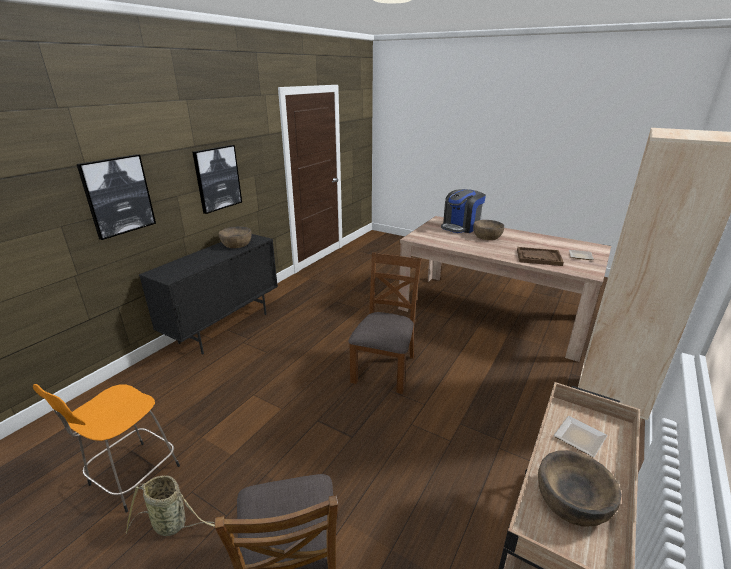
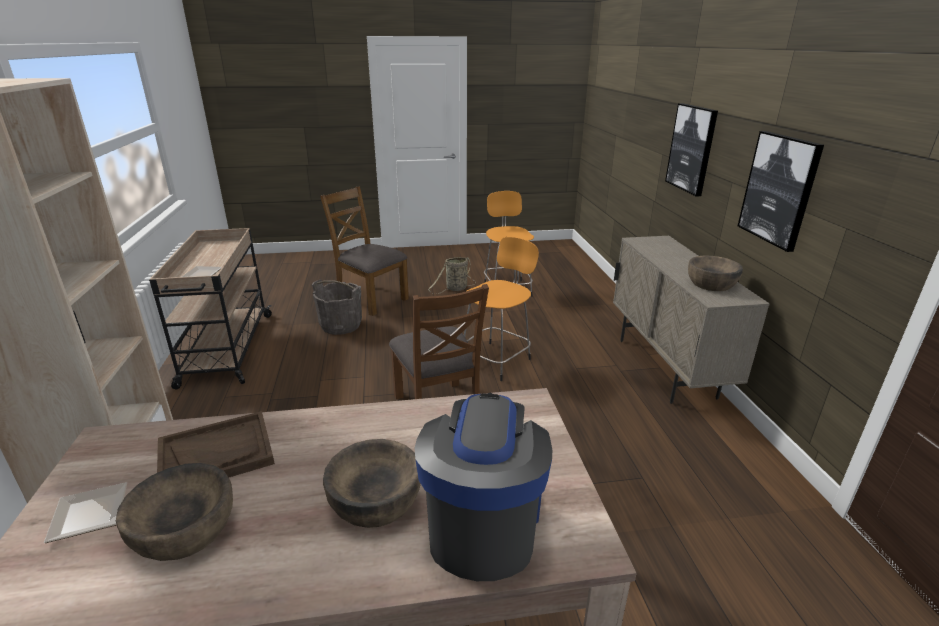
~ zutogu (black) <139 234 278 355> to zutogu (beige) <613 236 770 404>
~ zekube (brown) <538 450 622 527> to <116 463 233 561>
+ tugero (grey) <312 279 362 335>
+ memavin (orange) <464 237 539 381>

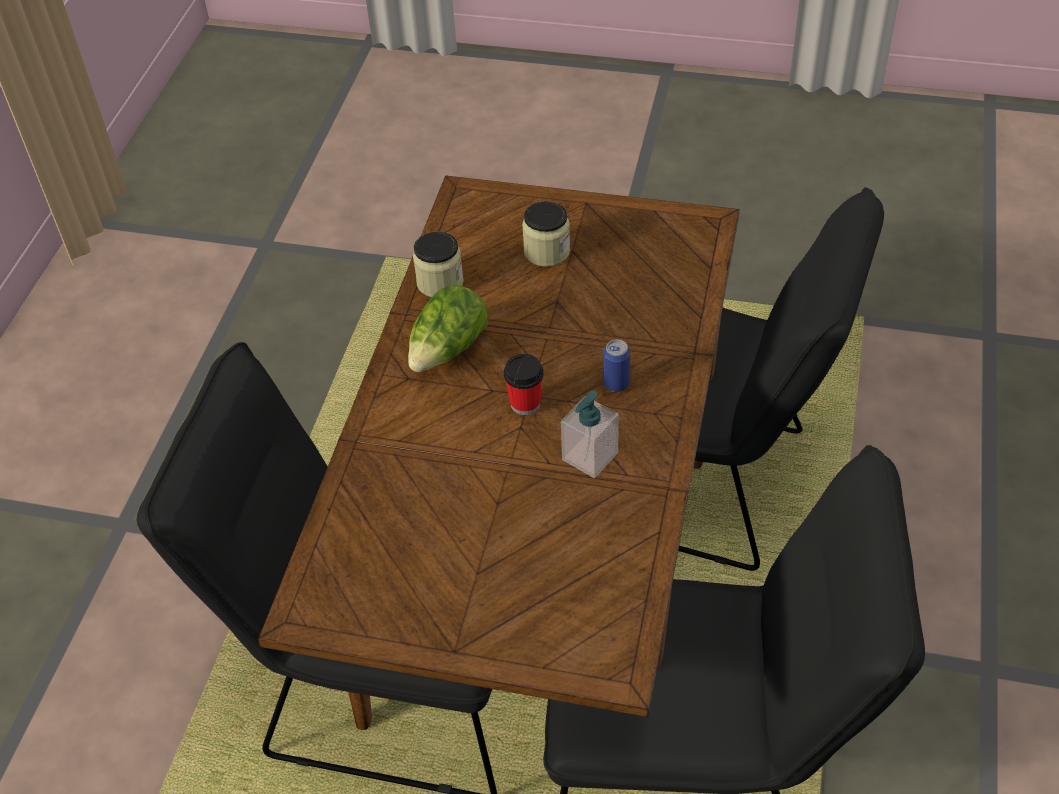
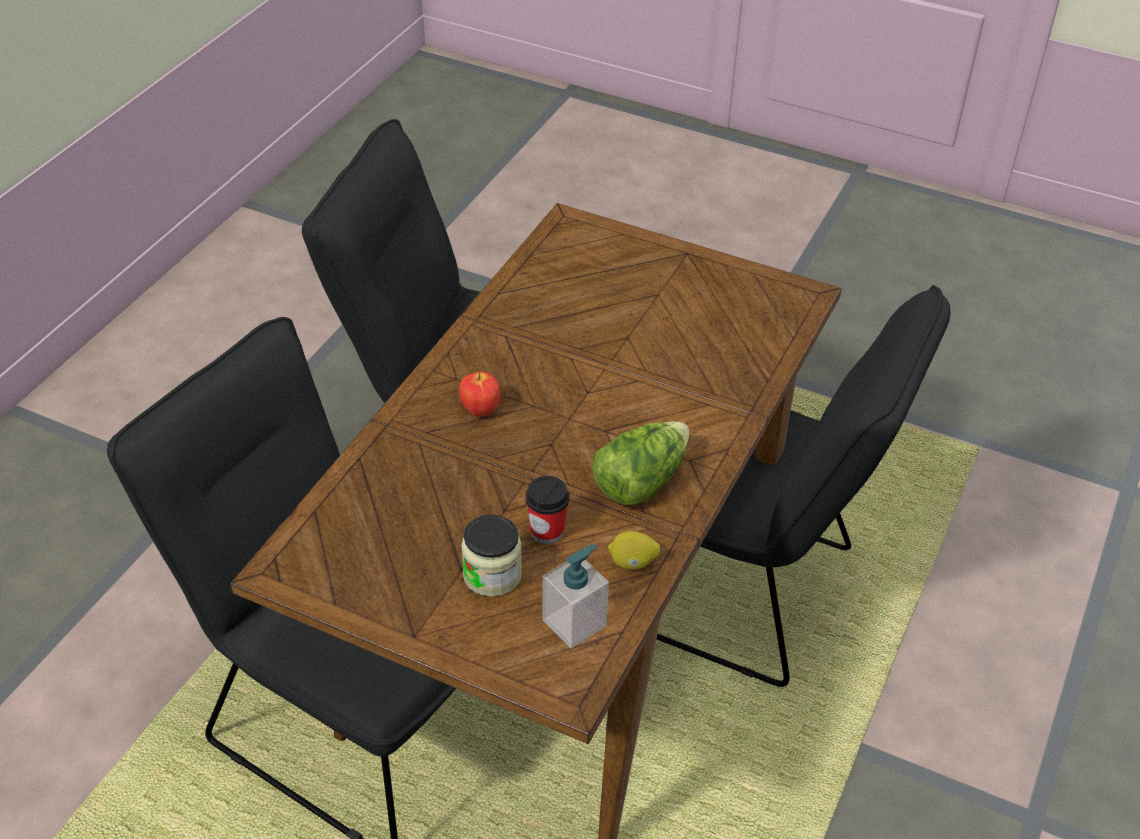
~ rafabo <413 232 464 297> to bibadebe <608 531 660 570>
~ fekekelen <504 354 544 415> to <525 476 569 544>
~ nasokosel <561 391 619 478> to <543 544 609 648>
~ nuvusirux <603 339 630 392> to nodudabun <459 372 501 417>

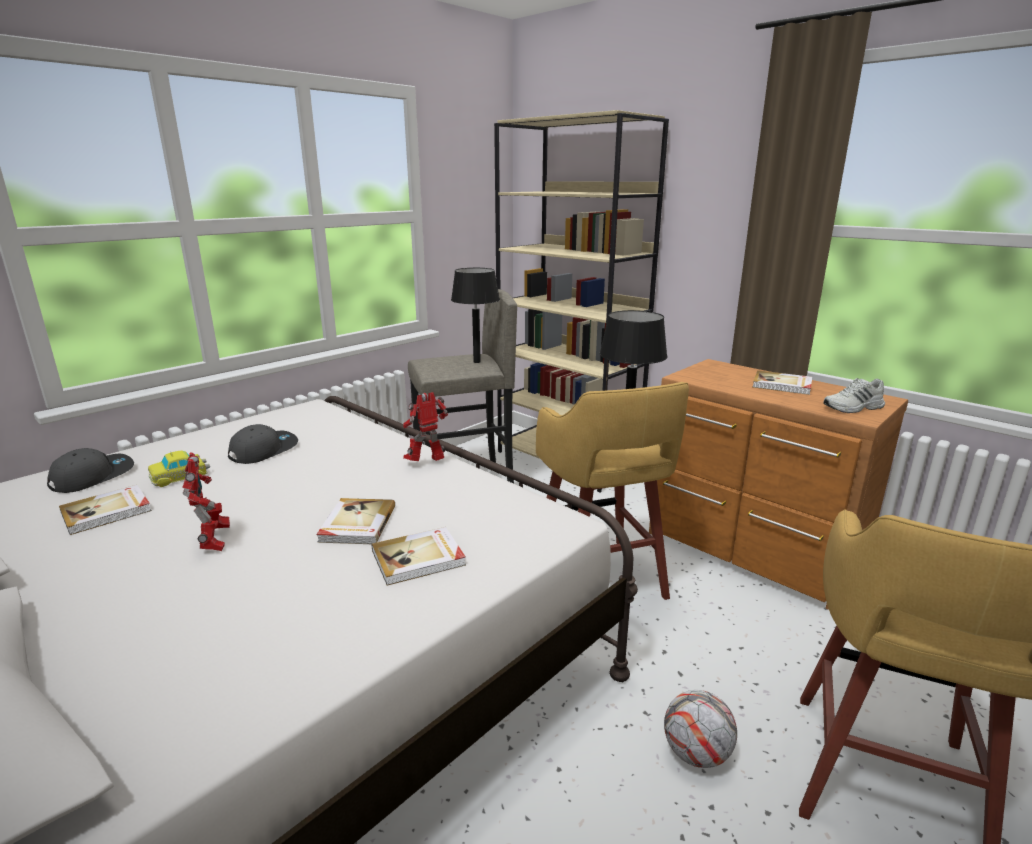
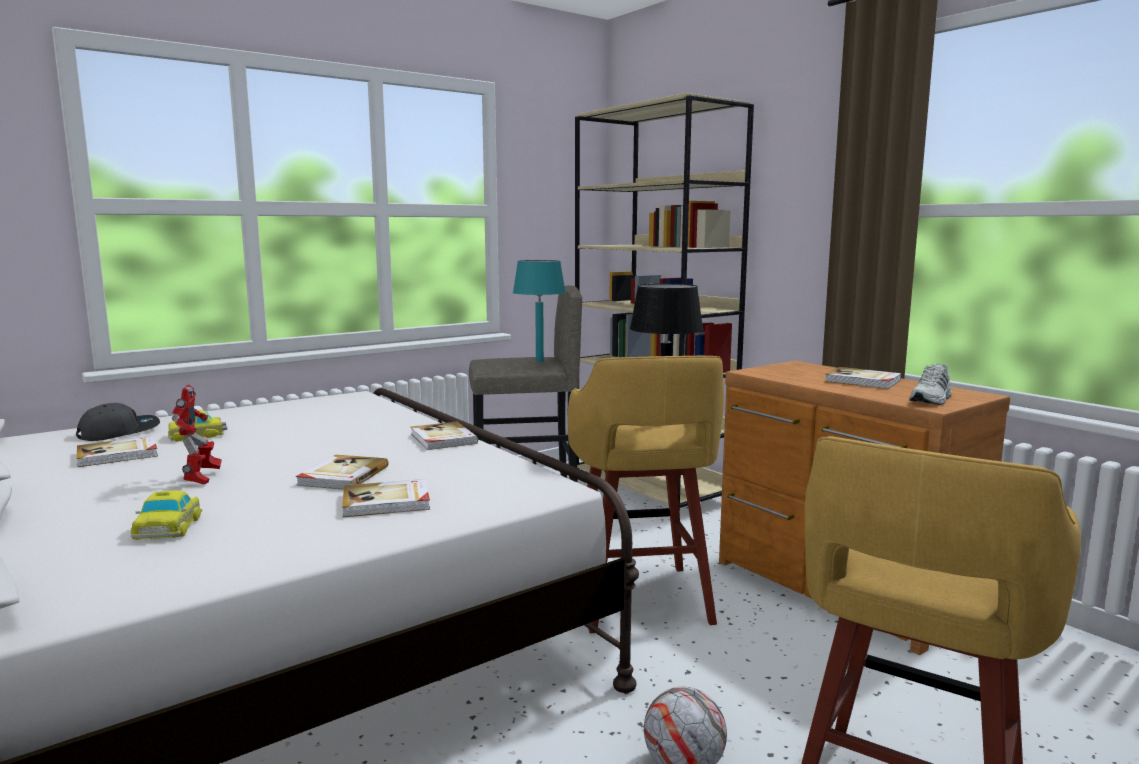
- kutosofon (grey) <228 424 298 464>
~ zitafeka <403 392 448 461> to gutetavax <411 422 478 450>
~ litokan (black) <451 268 500 363> to litokan (turquoise) <513 260 566 362>
~ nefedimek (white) <823 378 885 413> = <909 363 952 405> 45 degrees counterclockwise
+ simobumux <131 490 202 540>

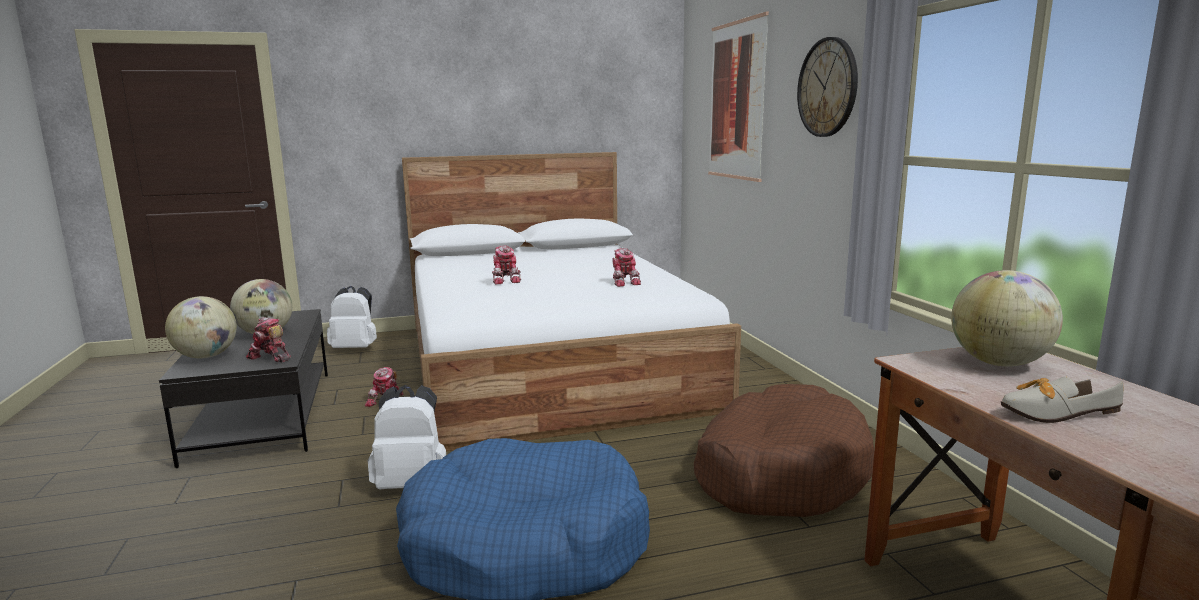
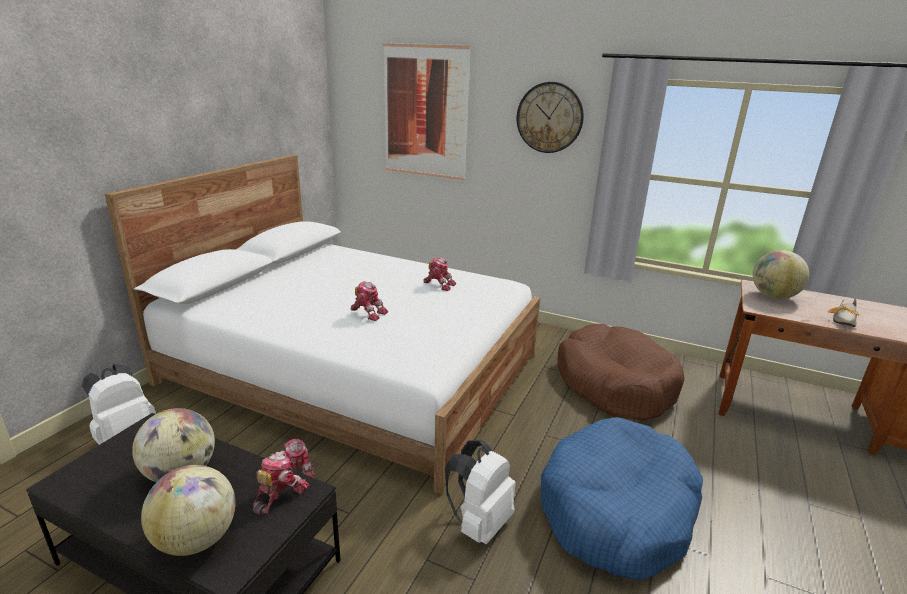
~ zitafeka <246 317 291 362> = <253 451 310 515> 135 degrees clockwise

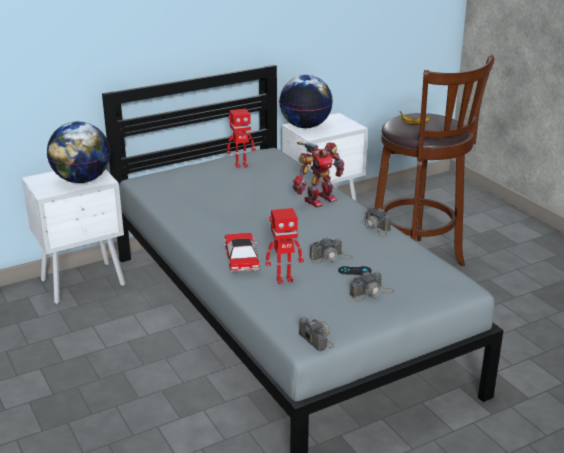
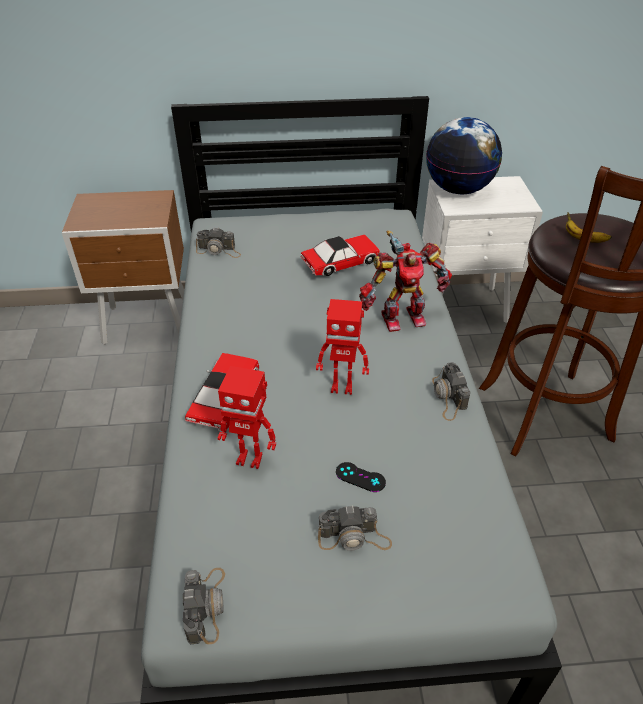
~ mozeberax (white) <22 169 125 304> to mozeberax (brown) <62 190 184 345>
- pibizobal <47 121 110 183>
~ zitafeka <227 109 256 168> to <316 299 369 395>
~ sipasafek <310 238 353 264> to <196 227 241 258>
+ simobumux <301 235 380 276>

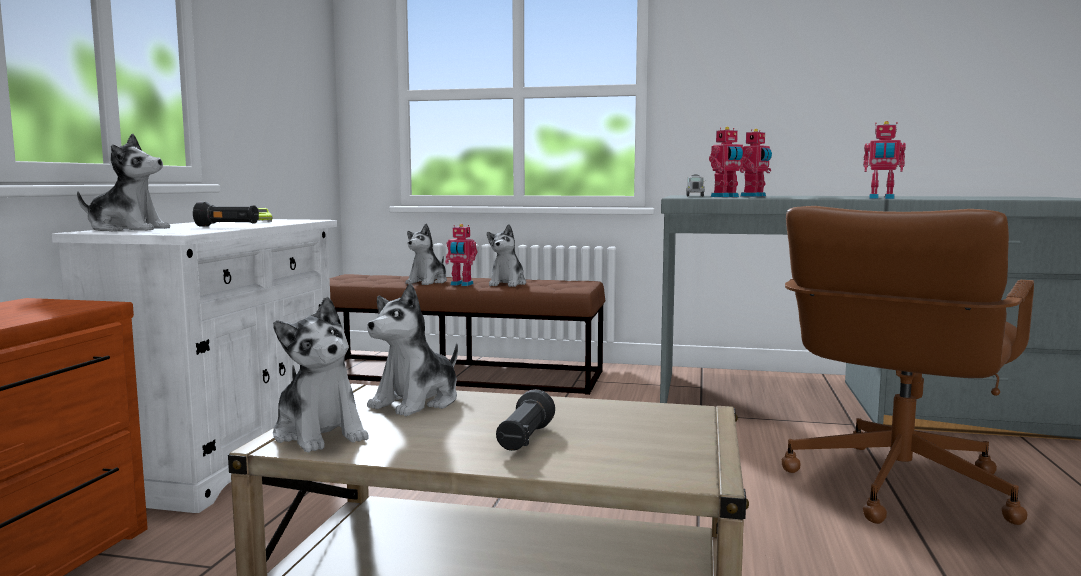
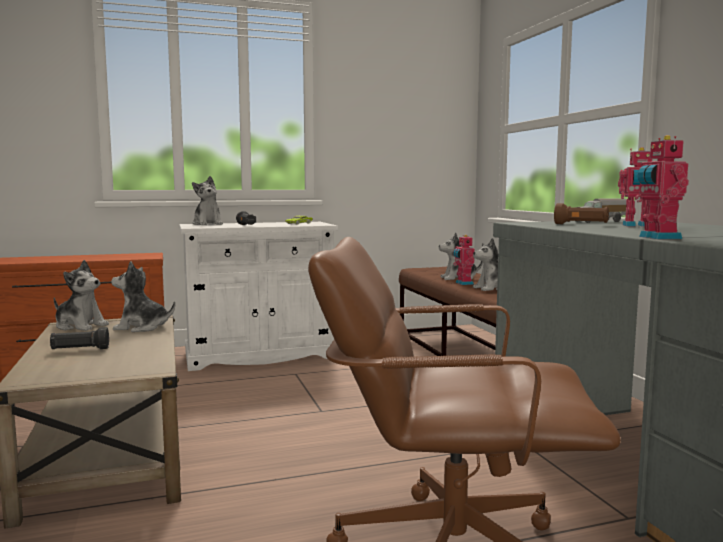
~ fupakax <273 297 369 453> = <54 260 109 331> 90 degrees counterclockwise
~ zitafeka <709 127 745 197> to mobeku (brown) <554 203 609 224>

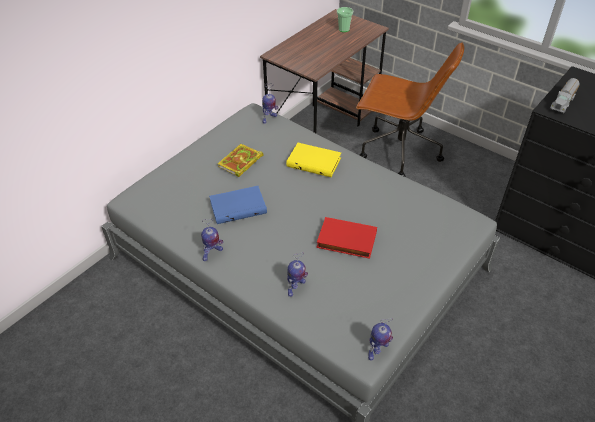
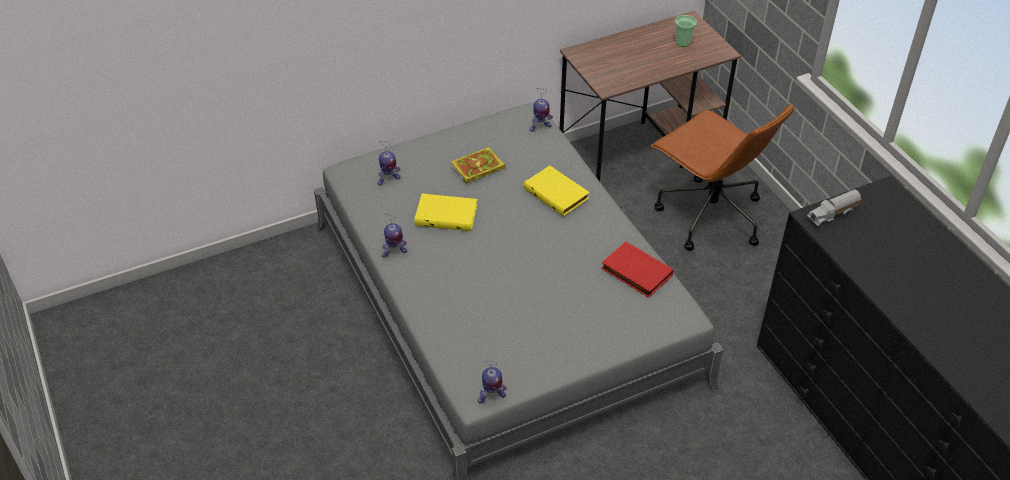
~ gutetavax (blue) <209 186 267 224> to gutetavax (yellow) <414 193 477 231>
~ zitafeka <287 252 308 297> to <377 141 400 185>
~ gutetavax (red) <316 217 377 259> to <601 241 673 298>

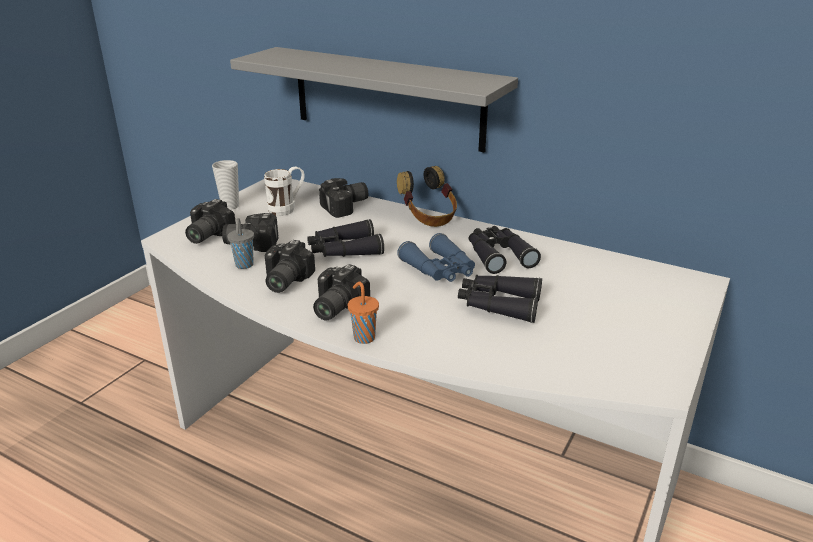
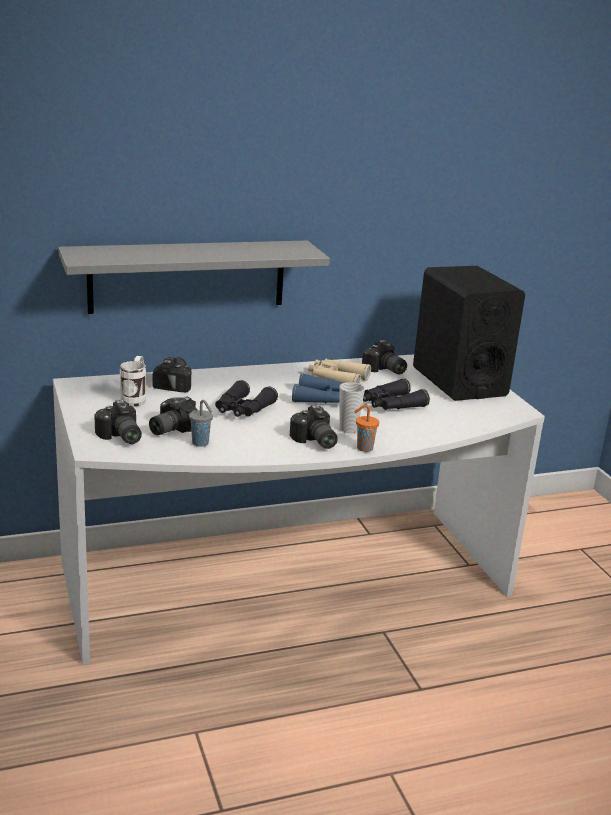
~ fekekelen <212 160 239 210> to <339 382 365 433>
~ sipasafek <265 240 315 293> to <362 340 407 374>
- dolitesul <397 166 457 227>
~ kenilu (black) <469 226 541 274> to kenilu (beige) <308 359 371 384>
+ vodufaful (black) <413 266 525 401>

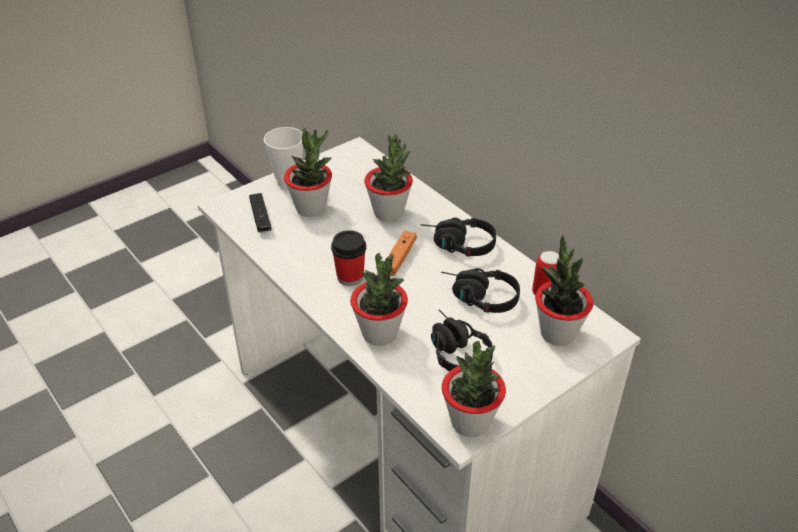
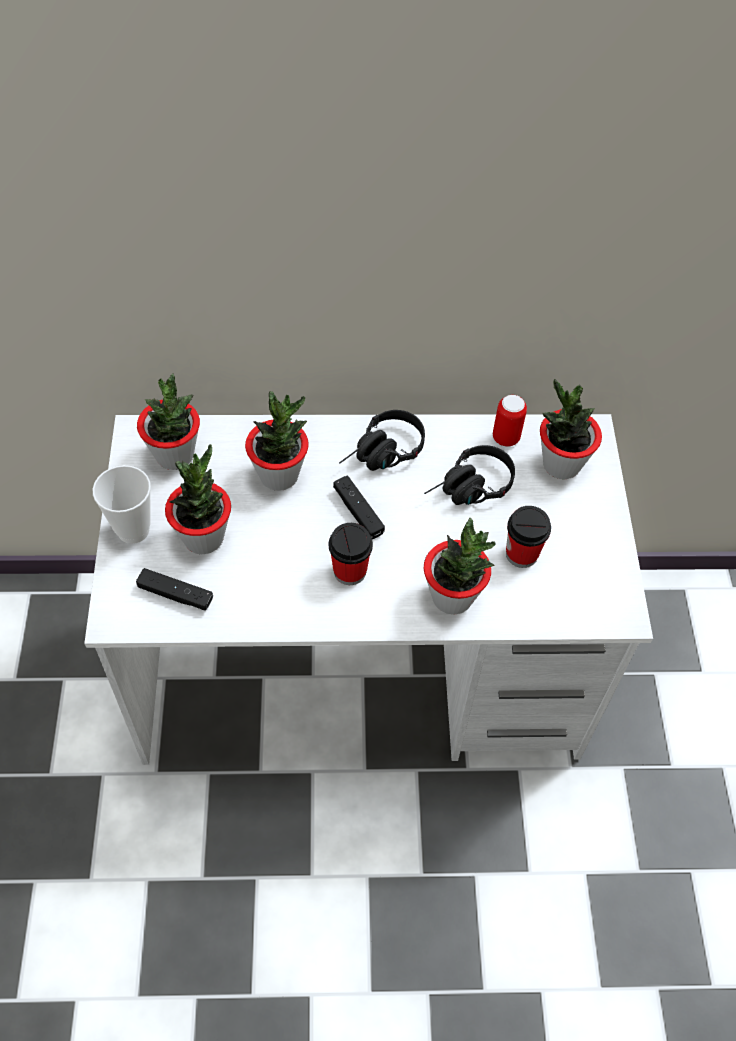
~ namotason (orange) <388 230 417 276> to namotason (black) <333 476 385 539>
~ dolitesul (black) <431 309 493 371> to fekekelen <506 506 551 568>
~ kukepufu <442 341 506 437> to <137 373 200 470>

